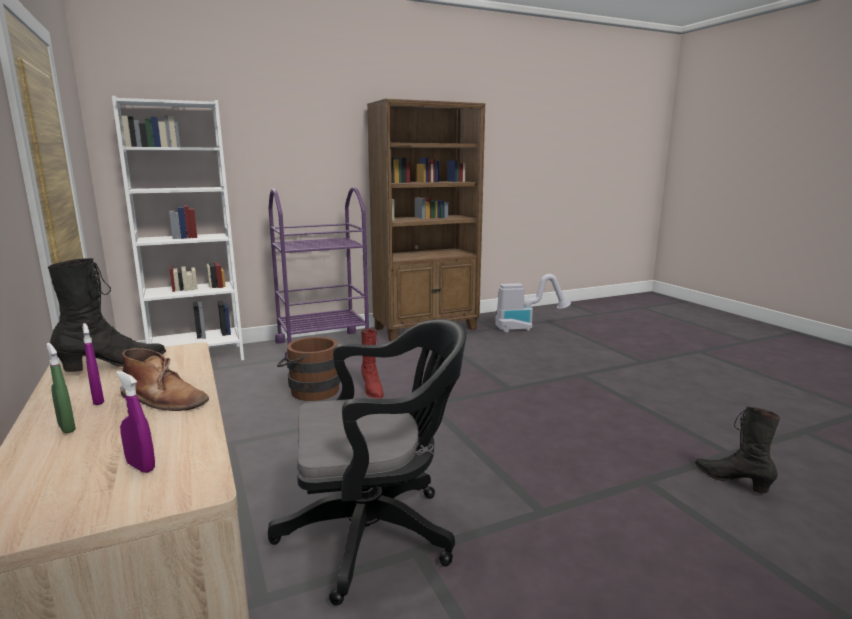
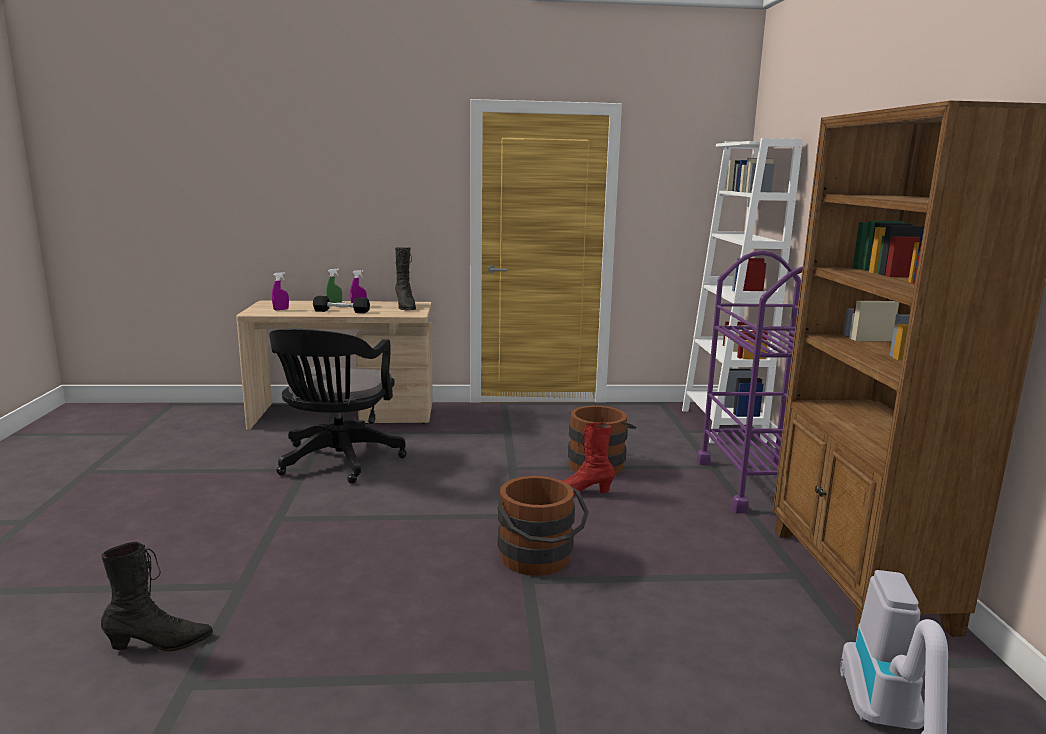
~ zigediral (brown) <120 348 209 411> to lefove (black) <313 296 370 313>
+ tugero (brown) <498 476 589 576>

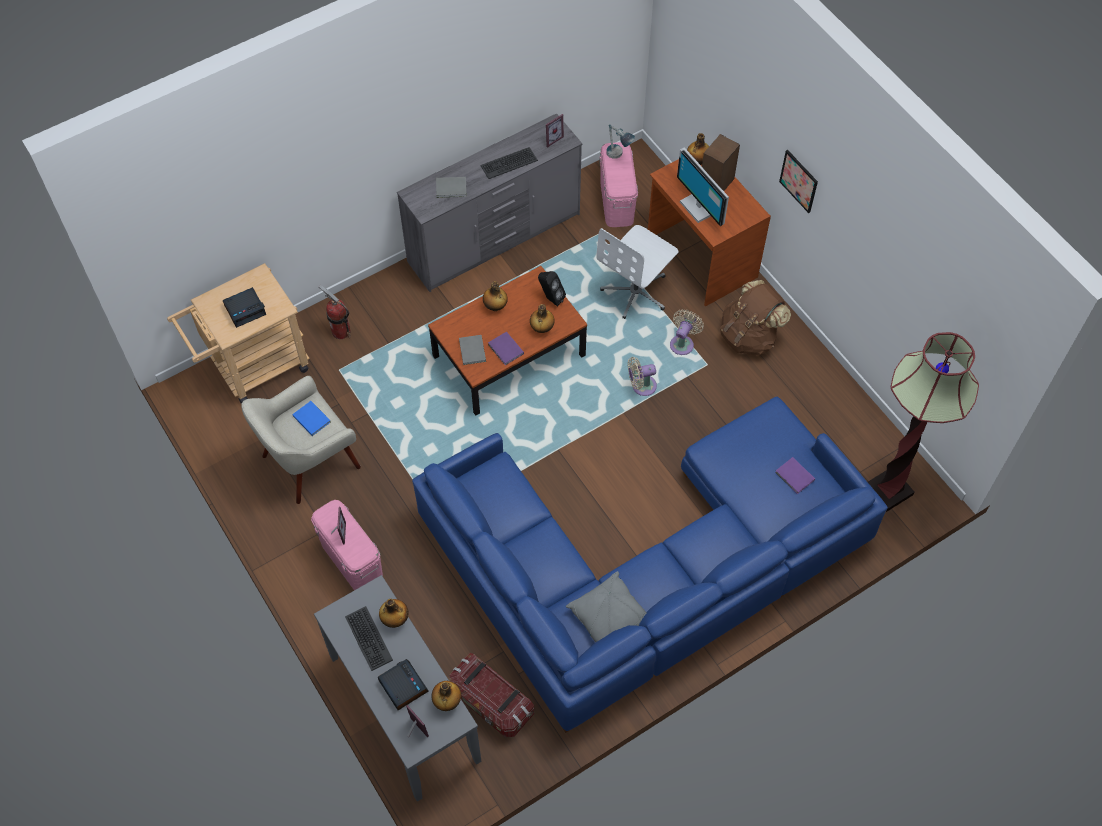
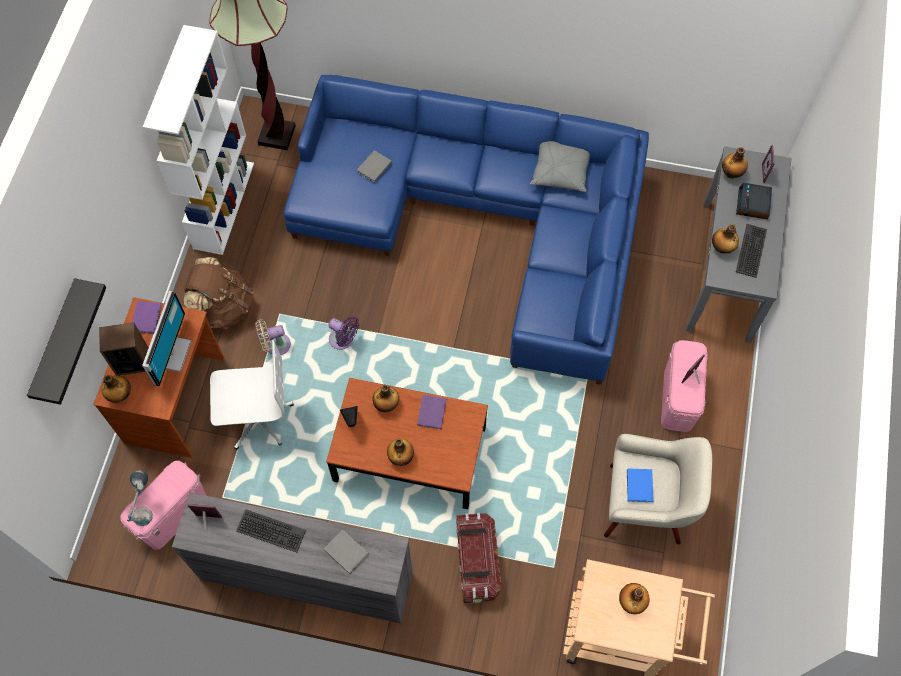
~ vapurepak <223 287 266 328> to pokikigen <619 583 650 614>
- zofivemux <318 284 351 339>
~ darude <449 653 534 737> to <456 512 501 603>
~ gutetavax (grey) <459 335 486 365> to <357 150 392 183>
~ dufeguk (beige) <628 357 657 396> to dufeguk (purple) <328 316 359 350>
~ gutetavax (purple) <775 457 815 494> to <132 301 162 334>
- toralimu <779 150 818 213>
+ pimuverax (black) <27 278 106 405>
+ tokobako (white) <143 25 254 255>

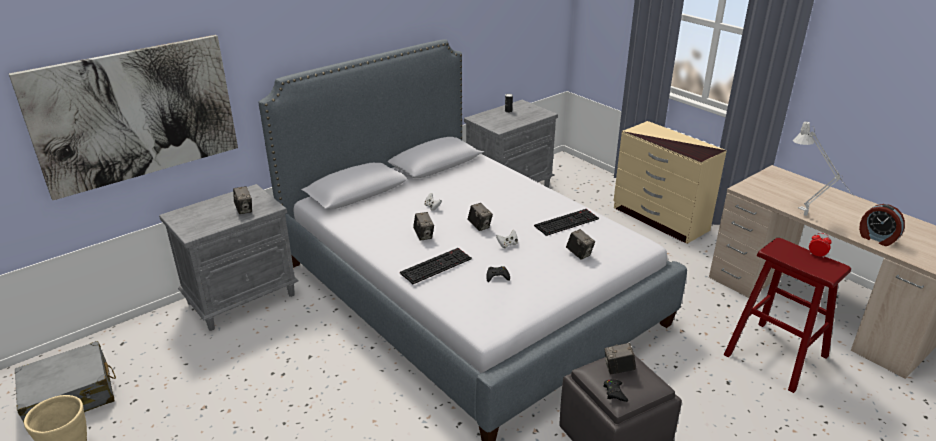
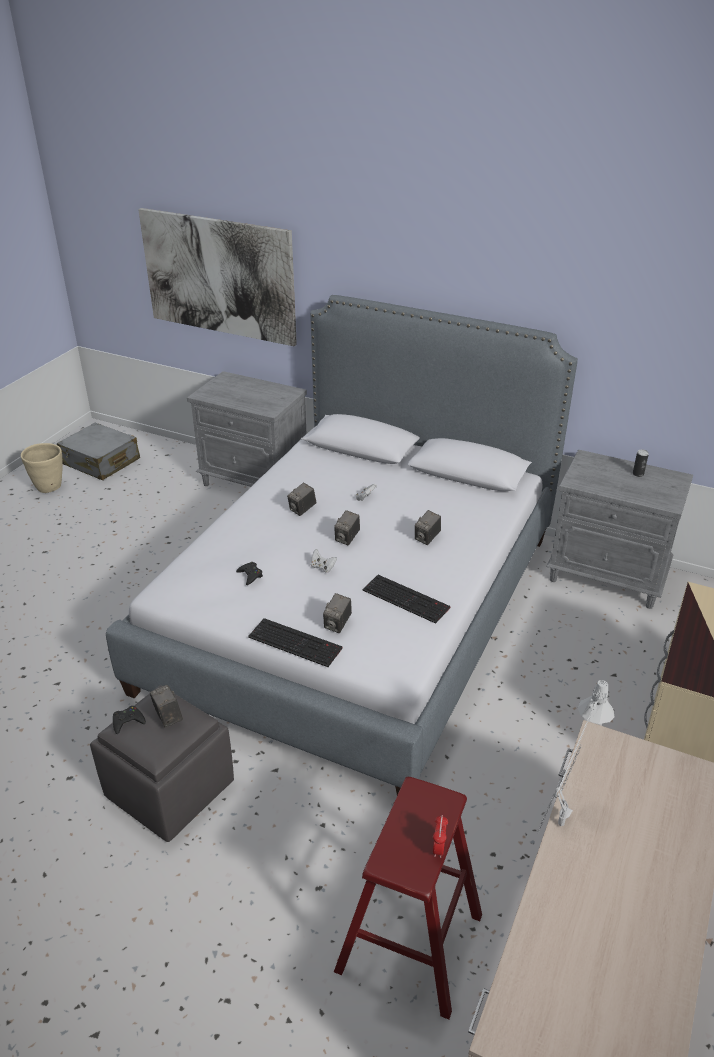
~ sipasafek <233 186 252 214> to <415 510 441 545>
~ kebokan <400 248 472 284> to <248 618 343 667>
- vapurepak <859 204 905 246>

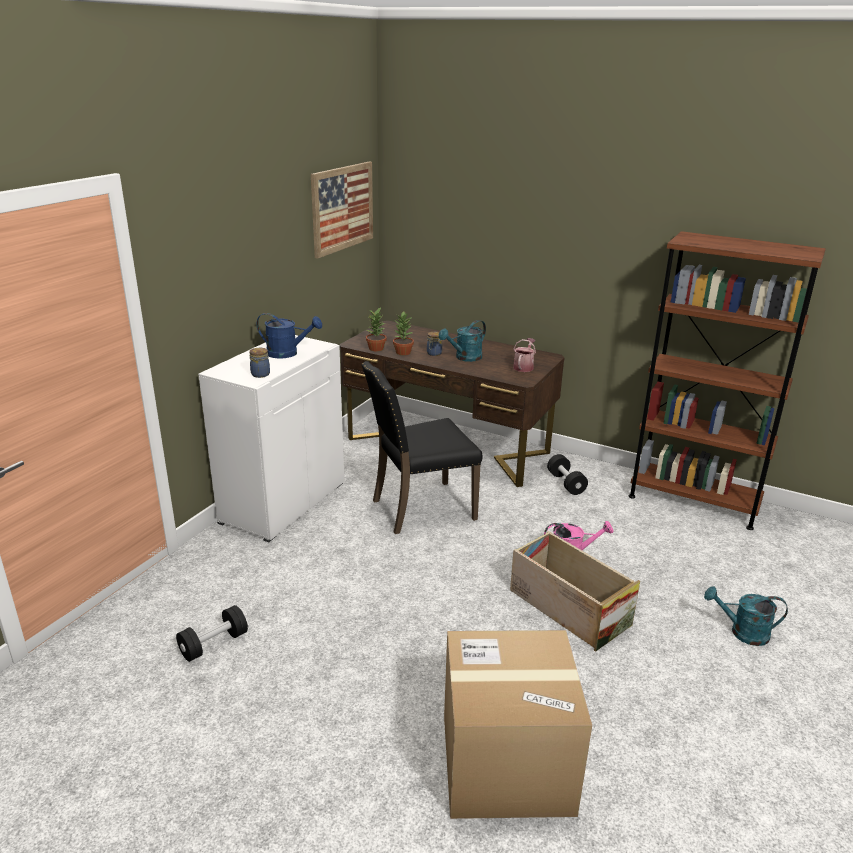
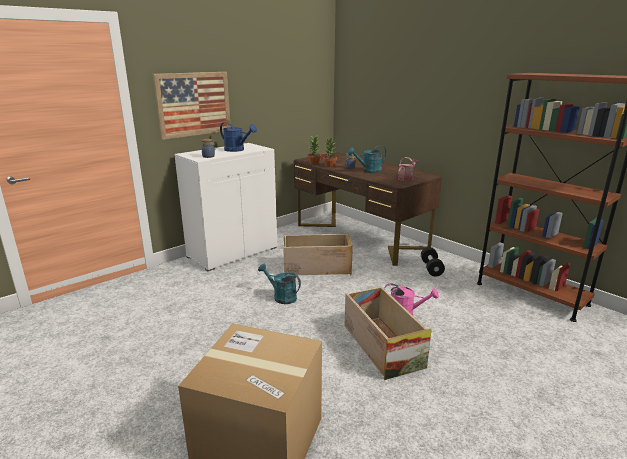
- lefove (black) <176 605 248 662>
~ toralimu <311 161 373 259> to <153 72 231 140>
~ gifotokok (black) <361 361 483 534> to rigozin <283 232 353 275>
~ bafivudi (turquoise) <704 586 788 646> to <258 264 301 304>

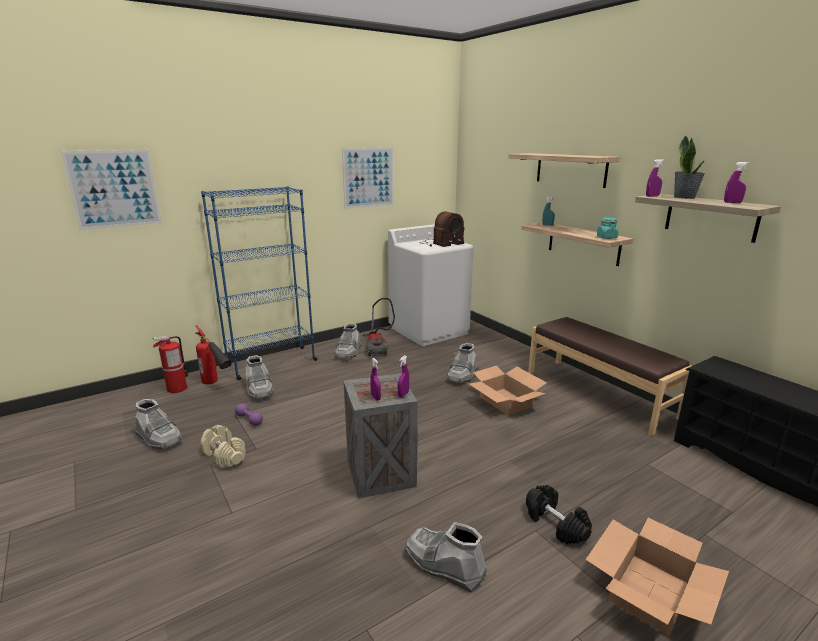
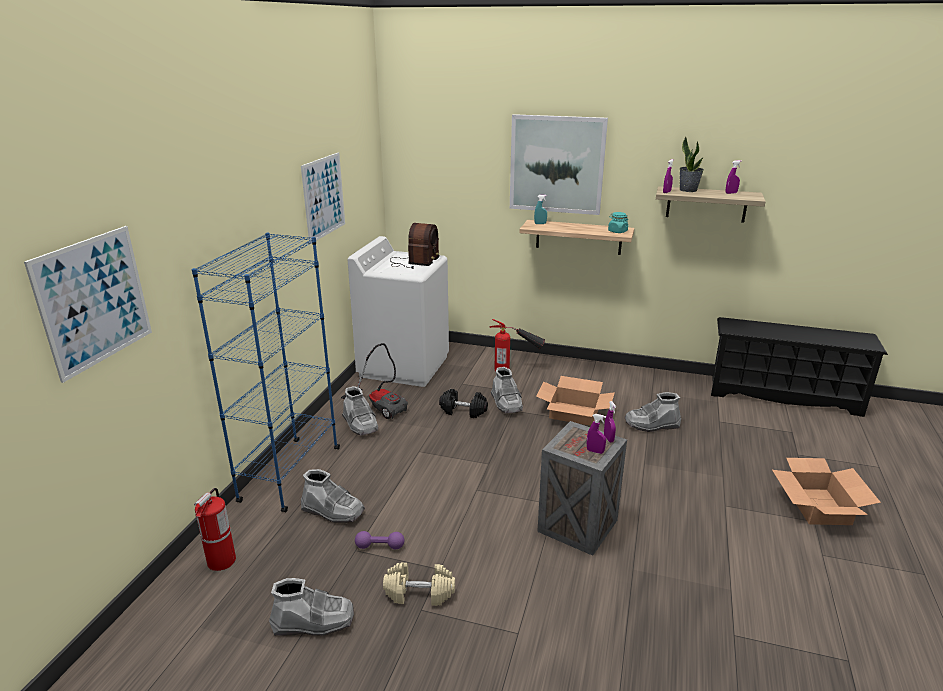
~ zofivemux <196 325 232 384> to <489 319 545 372>
~ zigediral (grey) <404 522 487 592> to <625 392 681 432>
~ pimuverax <508 153 620 188> to toralimu <510 114 608 215>
~ lefove (black) <526 485 592 544> to <439 389 488 418>
- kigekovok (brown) <528 317 692 436>

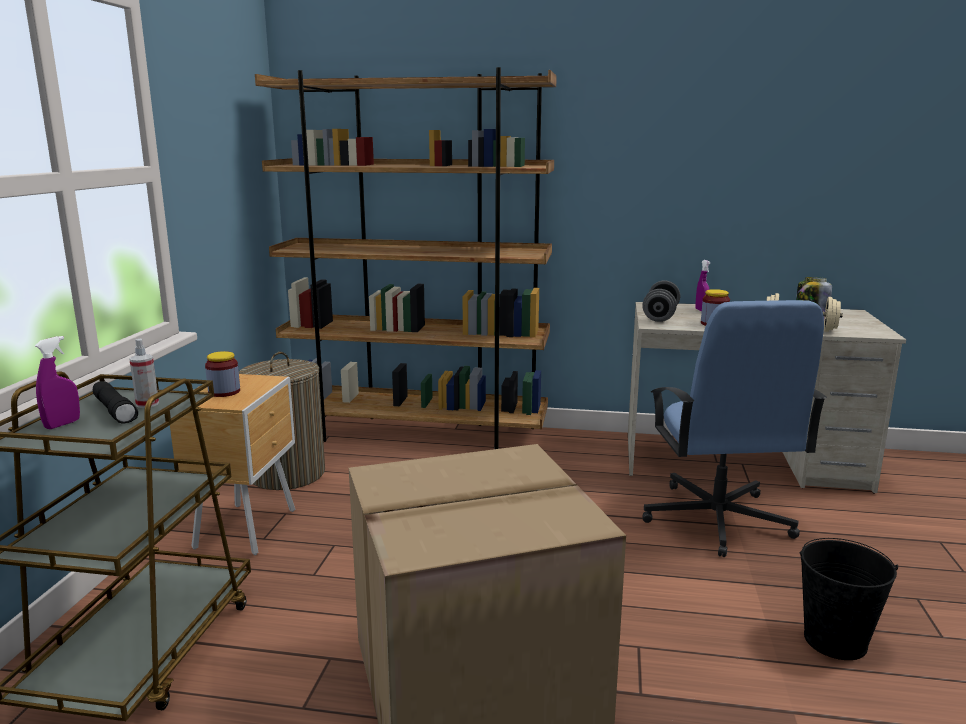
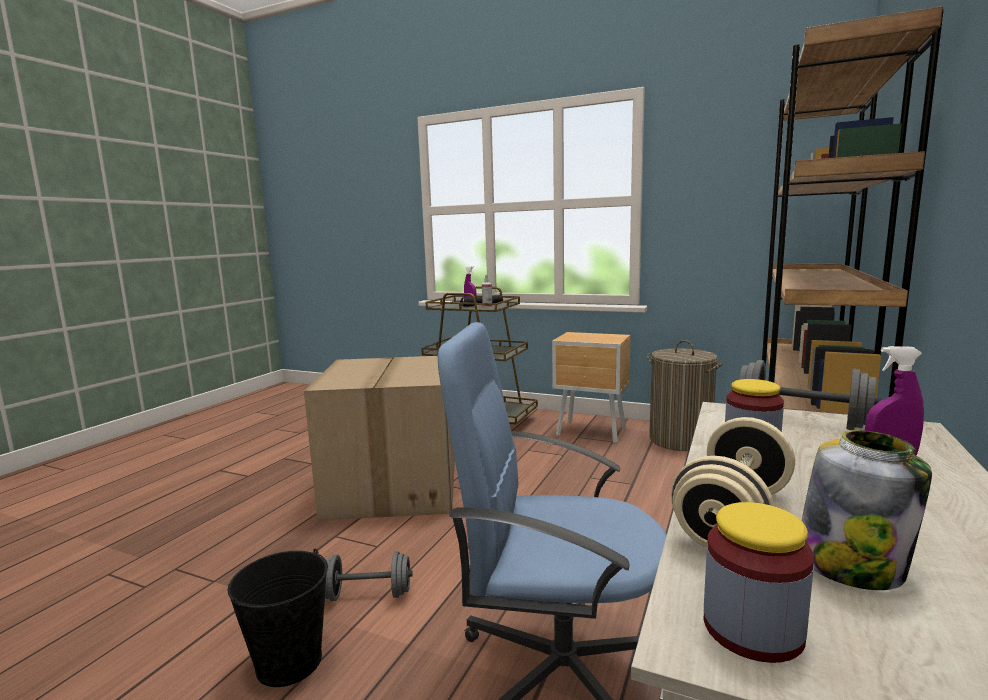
~ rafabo <205 351 240 397> to <704 502 814 663>
+ lefove (grey) <325 551 413 601>

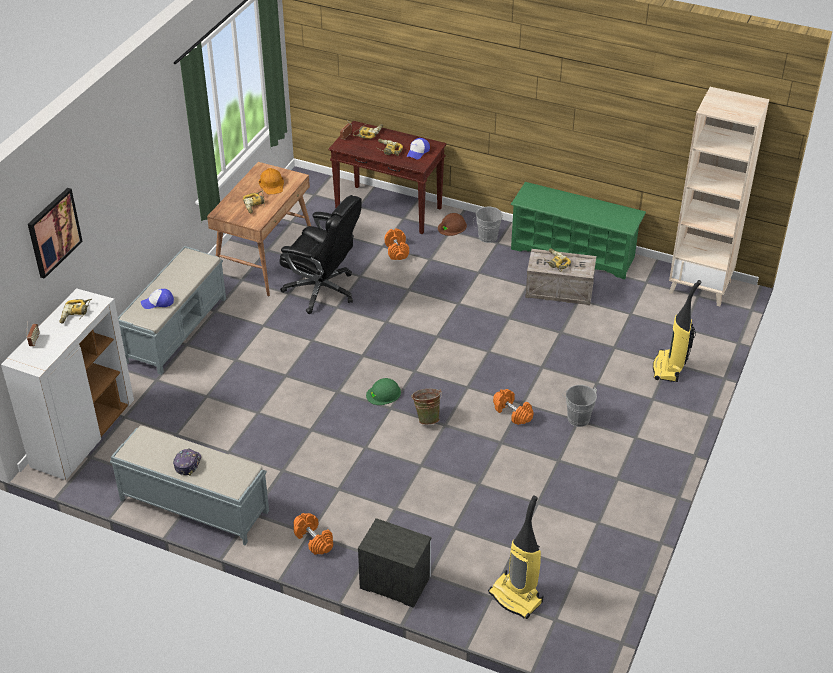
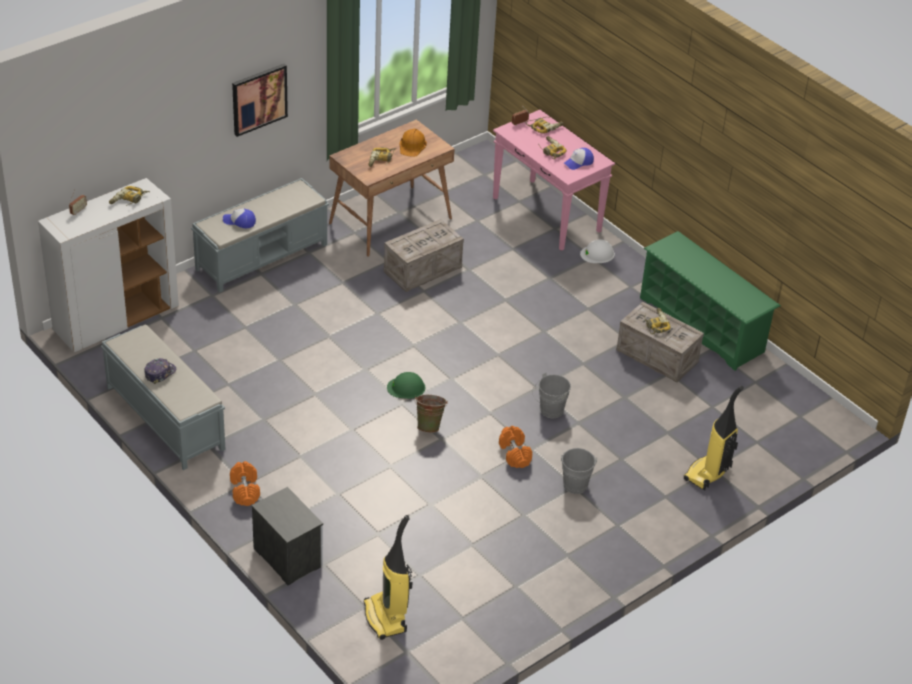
~ toralimu <28 188 83 279> to <232 64 288 137>
~ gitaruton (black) <279 195 362 314> to rigozin <384 219 464 292>
~ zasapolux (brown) <328 121 447 234> to zasapolux (pink) <493 110 615 251>
- lefove (orange) <385 229 409 260>
~ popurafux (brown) <438 213 467 236> to popurafux (white) <580 239 615 263>
~ tugero (grey) <473 207 503 243> to <532 373 571 419>
- tokobako (beige) <669 87 769 306>

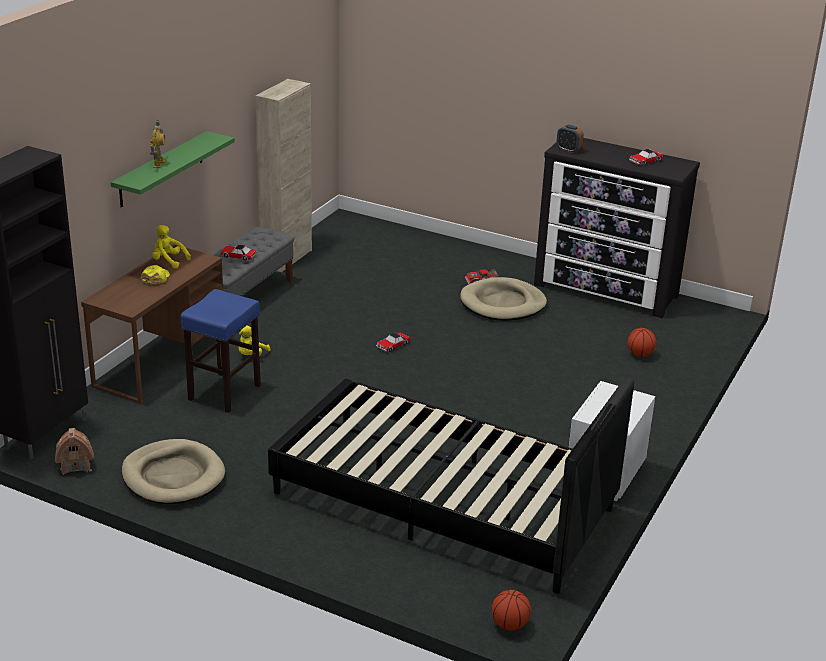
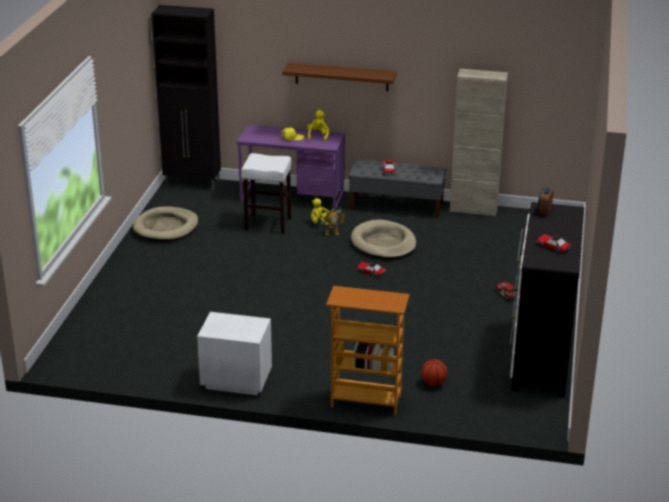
- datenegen <55 428 94 475>
~ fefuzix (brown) <81 244 223 404> to fefuzix (purple) <237 125 345 211>
~ pimuverax (green) <111 131 235 208> to pimuverax (brown) <282 63 397 91>
~ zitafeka <150 120 166 168> to <318 207 346 236>
~ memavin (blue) <180 289 261 413> to memavin (white) <241 153 292 234>
- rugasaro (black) <268 378 634 594>
~ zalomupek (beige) <460 277 547 321> to <351 219 417 259>
- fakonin <492 590 531 630>
+ tokobako <326 286 410 415>

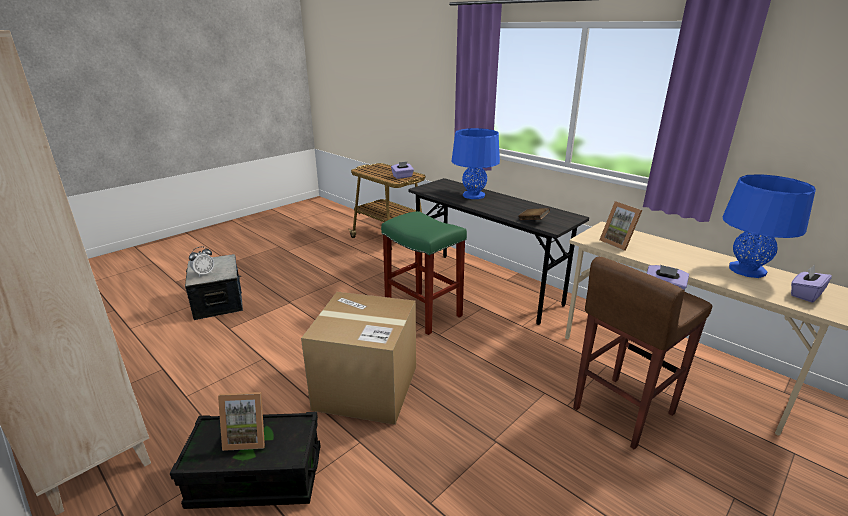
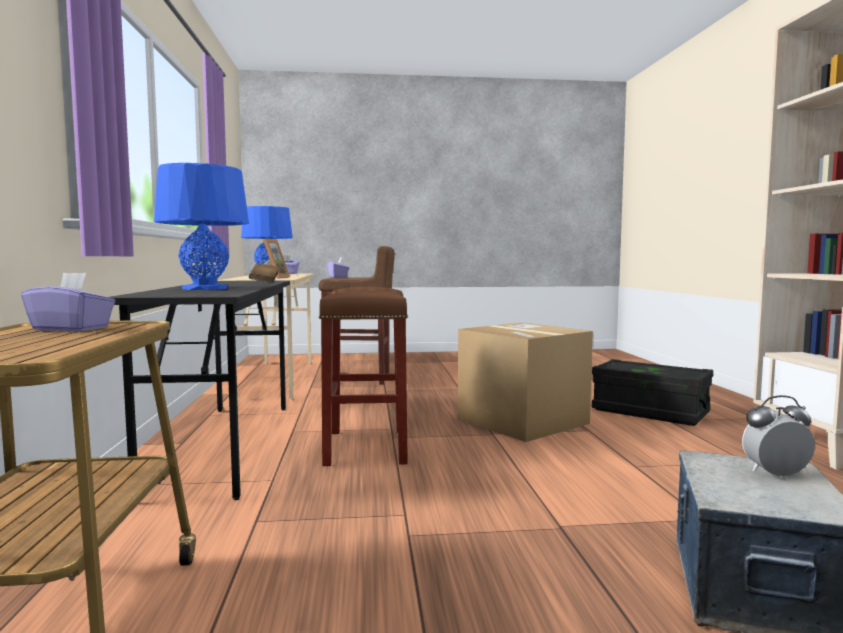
- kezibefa <218 392 265 451>
~ memavin (green) <381 211 467 335> to memavin (brown) <319 287 408 466>

